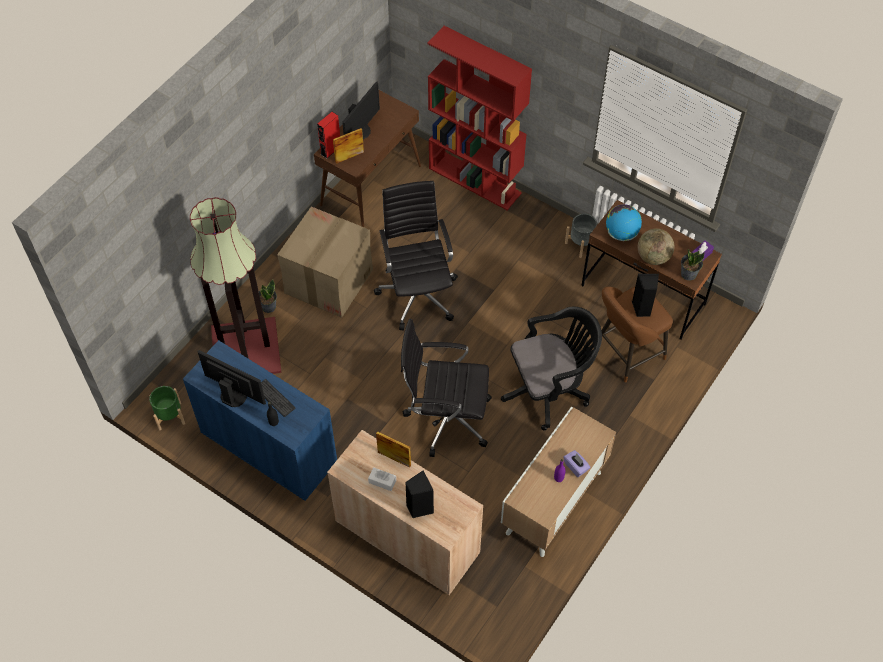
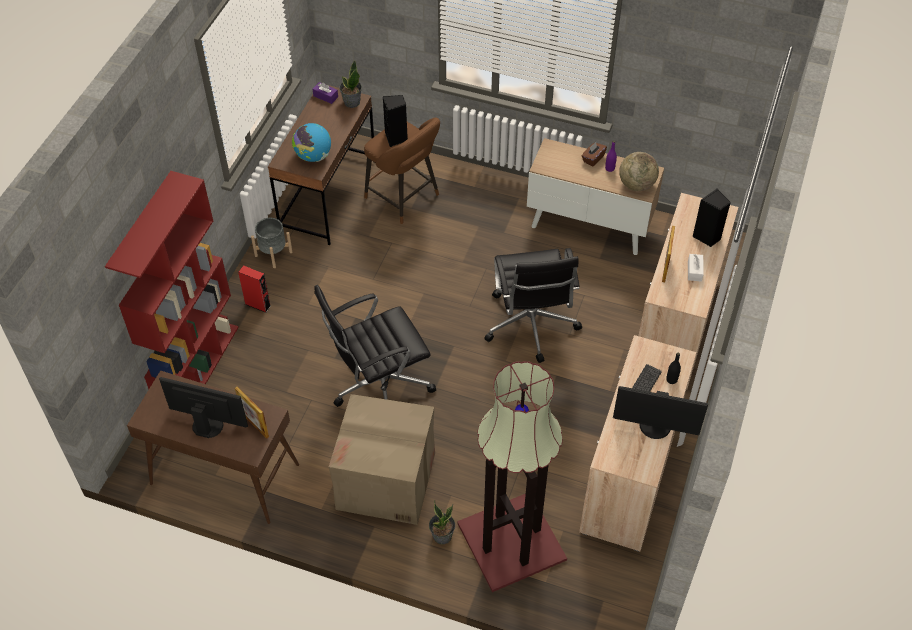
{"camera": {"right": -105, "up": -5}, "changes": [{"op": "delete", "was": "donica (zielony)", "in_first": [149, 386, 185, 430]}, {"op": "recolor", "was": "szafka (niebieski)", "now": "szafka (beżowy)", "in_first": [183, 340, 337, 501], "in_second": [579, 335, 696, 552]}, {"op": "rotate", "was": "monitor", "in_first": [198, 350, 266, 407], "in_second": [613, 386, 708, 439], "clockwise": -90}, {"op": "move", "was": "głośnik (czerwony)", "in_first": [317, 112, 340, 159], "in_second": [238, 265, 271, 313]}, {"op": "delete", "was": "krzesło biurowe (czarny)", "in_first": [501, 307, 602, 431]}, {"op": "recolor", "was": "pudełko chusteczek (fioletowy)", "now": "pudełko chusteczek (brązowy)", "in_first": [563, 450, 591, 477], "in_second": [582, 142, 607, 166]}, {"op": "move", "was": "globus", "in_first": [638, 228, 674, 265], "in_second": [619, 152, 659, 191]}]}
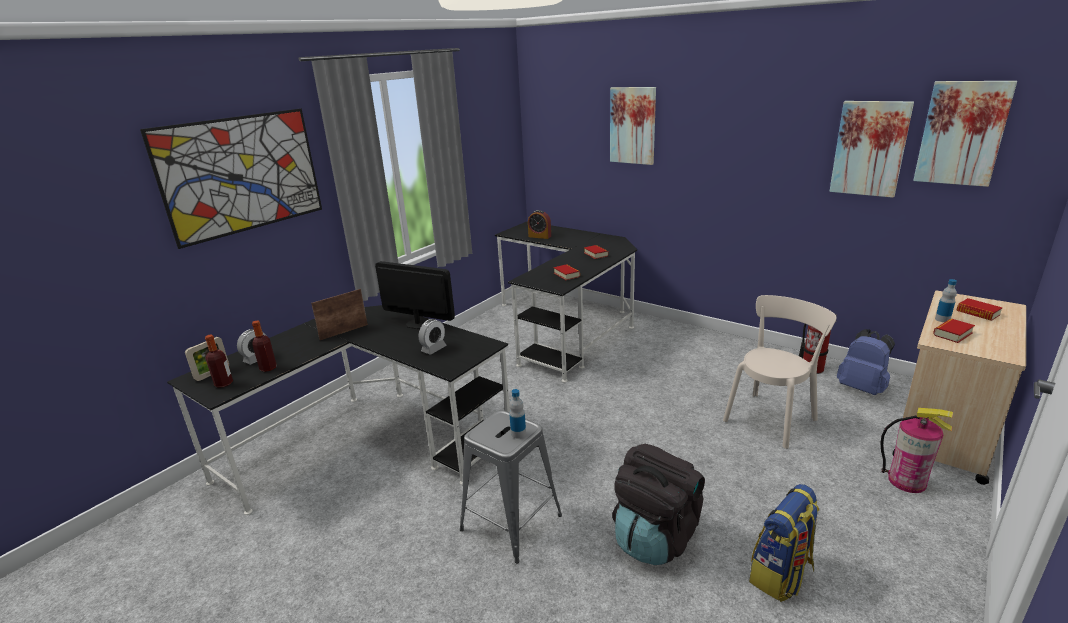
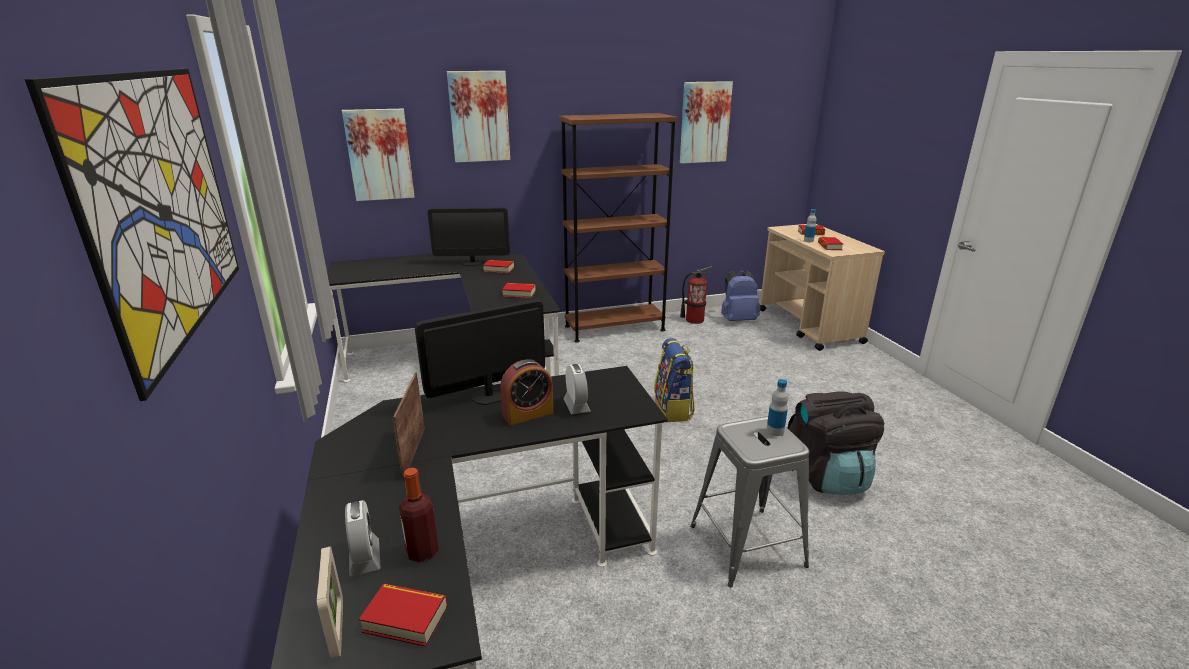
{"camera": {"right": -55, "up": 0}, "changes": [{"op": "replace", "was": "butelka", "now": "książka", "in_first": [205, 335, 233, 388], "in_second": [359, 584, 447, 647]}, {"op": "move", "was": "budzik", "in_first": [528, 210, 551, 239], "in_second": [501, 359, 554, 425]}, {"op": "delete", "was": "krzesło (beżowy)", "in_first": [723, 295, 836, 449]}, {"op": "move", "was": "plecak", "in_first": [749, 484, 820, 602], "in_second": [654, 338, 695, 422]}, {"op": "delete", "was": "gaśnica", "in_first": [880, 408, 953, 493]}, {"op": "move", "was": "obraz", "in_first": [913, 81, 1017, 187], "in_second": [342, 109, 415, 201]}, {"op": "insert", "now": "monitor", "in_second": [428, 207, 510, 266]}, {"op": "insert", "now": "regał (brązowy)", "in_second": [559, 113, 678, 343]}]}
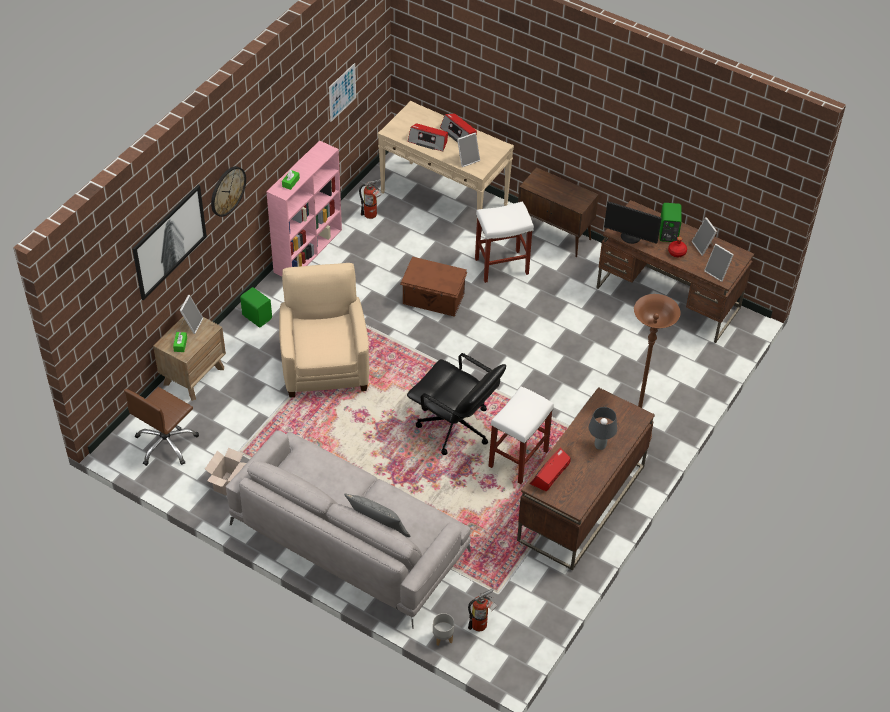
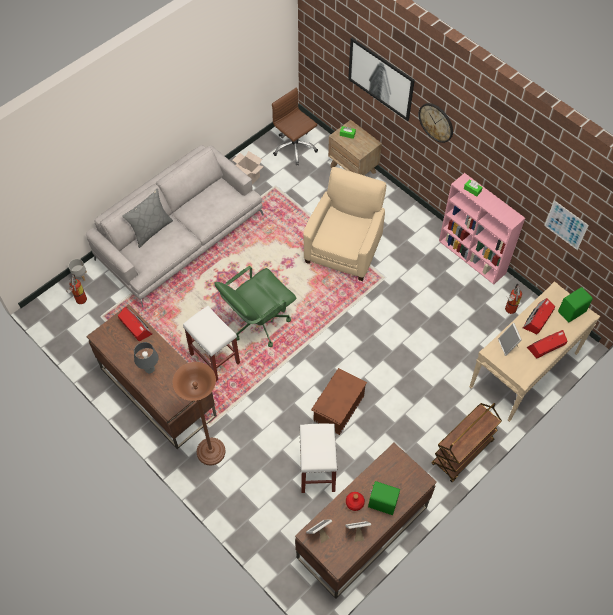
{"camera": {"right": 105, "up": 10}, "changes": [{"op": "delete", "was": "ramka na zdjęcie", "in_first": [180, 295, 204, 334]}, {"op": "move", "was": "głośnik (zielony)", "in_first": [240, 287, 272, 327], "in_second": [558, 287, 593, 322]}, {"op": "rotate", "was": "fotel (beżowy)", "in_first": [279, 263, 369, 398], "in_second": [304, 167, 386, 281], "clockwise": -75}, {"op": "move", "was": "pojemnik do przechowywania (brązowy)", "in_first": [400, 257, 468, 317], "in_second": [311, 368, 367, 435]}, {"op": "recolor", "was": "krzesło biurowe (czarny)", "now": "krzesło biurowe (zielony)", "in_first": [407, 353, 506, 455], "in_second": [214, 266, 296, 347]}, {"op": "move", "was": "stołek (biały)", "in_first": [475, 201, 534, 283], "in_second": [299, 424, 337, 493]}, {"op": "replace", "was": "szafka (brązowy)", "now": "wózek (brązowy)", "in_first": [518, 167, 599, 257], "in_second": [431, 403, 502, 482]}, {"op": "delete", "was": "monitor", "in_first": [604, 201, 662, 244]}]}
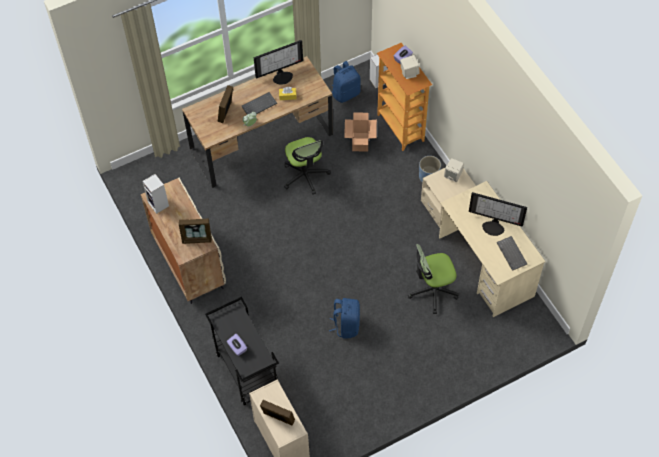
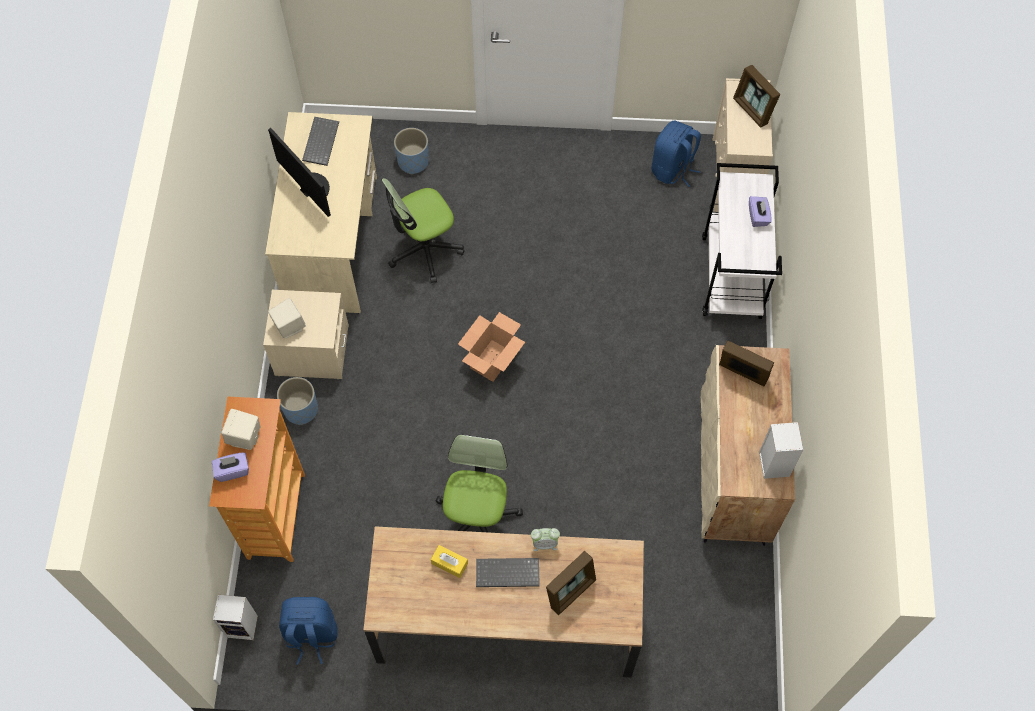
{"camera": {"right": -150, "up": 5}, "changes": [{"op": "recolor", "was": "wózek (czarny)", "now": "wózek (biały)", "in_first": [205, 297, 279, 406], "in_second": [702, 163, 782, 319]}, {"op": "delete", "was": "monitor", "in_first": [254, 40, 303, 85]}, {"op": "move", "was": "plecak (niebieski)", "in_first": [329, 298, 360, 338], "in_second": [652, 120, 701, 187]}, {"op": "move", "was": "karton", "in_first": [344, 112, 377, 152], "in_second": [458, 312, 525, 382]}, {"op": "rotate", "was": "krzesło biurowe", "in_first": [408, 244, 459, 314], "in_second": [382, 178, 464, 283], "clockwise": 135}, {"op": "insert", "now": "donica (niebieski)", "in_second": [394, 128, 429, 174]}]}
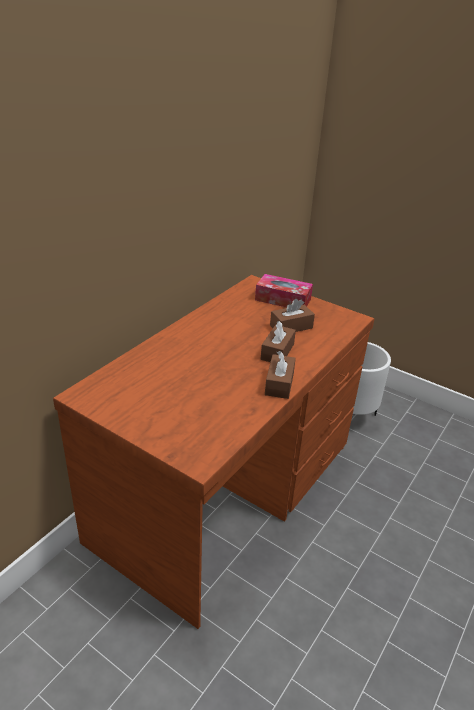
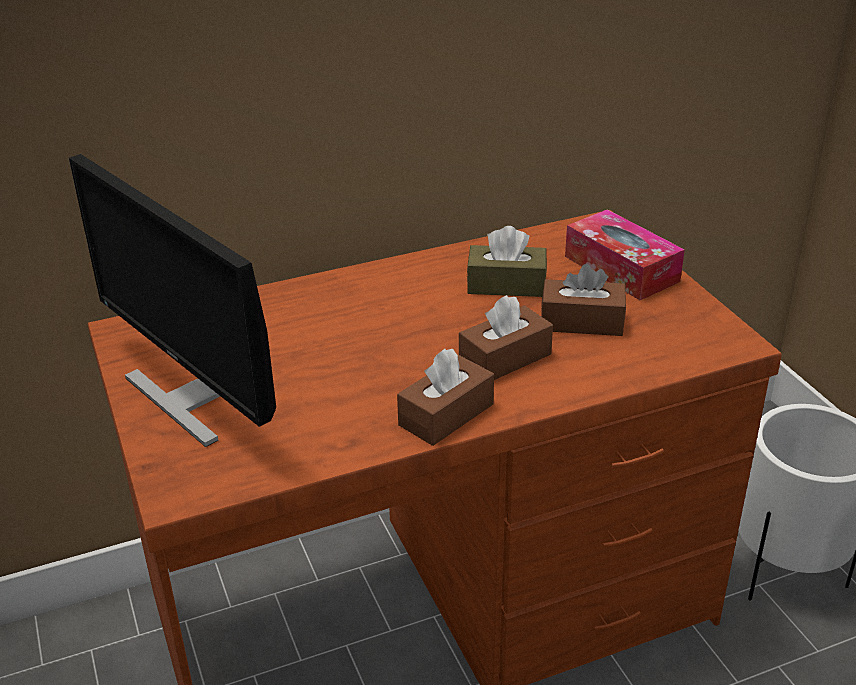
{"camera": {"right": 35, "up": 0}, "changes": [{"op": "insert", "now": "monitor", "in_second": [69, 154, 276, 447]}, {"op": "insert", "now": "pudełko chusteczek (brązowy)", "in_second": [467, 226, 547, 297]}]}
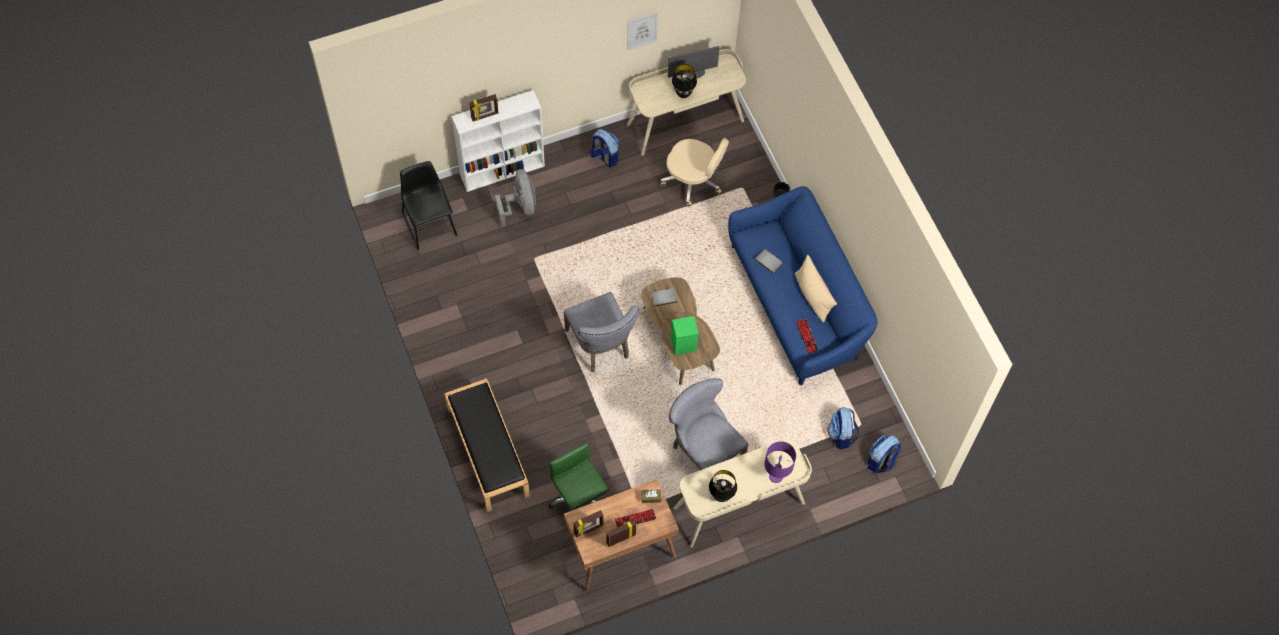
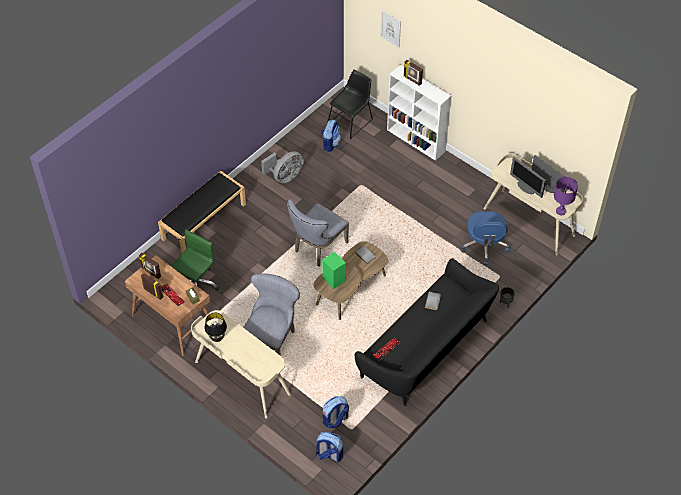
{"camera": {"right": 65, "up": -10}, "changes": [{"op": "move", "was": "wentylator (szary)", "in_first": [495, 169, 536, 227], "in_second": [261, 151, 304, 183]}, {"op": "move", "was": "plecak", "in_first": [589, 129, 619, 168], "in_second": [321, 119, 341, 152]}, {"op": "move", "was": "obraz", "in_first": [627, 12, 658, 50], "in_second": [380, 10, 401, 47]}, {"op": "recolor", "was": "krzesło biurowe (beżowy)", "now": "krzesło biurowe (niebieski)", "in_first": [661, 138, 729, 206], "in_second": [461, 211, 509, 265]}, {"op": "replace", "was": "lampa stołowa (czarny)", "now": "monitor", "in_first": [672, 64, 697, 98], "in_second": [510, 157, 546, 198]}, {"op": "recolor", "was": "kanapa (niebieski)", "now": "kanapa (czarny)", "in_first": [728, 186, 877, 385], "in_second": [355, 258, 499, 406]}, {"op": "move", "was": "lampa stołowa (fioletowy)", "in_first": [764, 441, 796, 483], "in_second": [554, 177, 578, 215]}, {"op": "delete", "was": "poduszka (beżowy)", "in_first": [795, 255, 837, 323]}]}
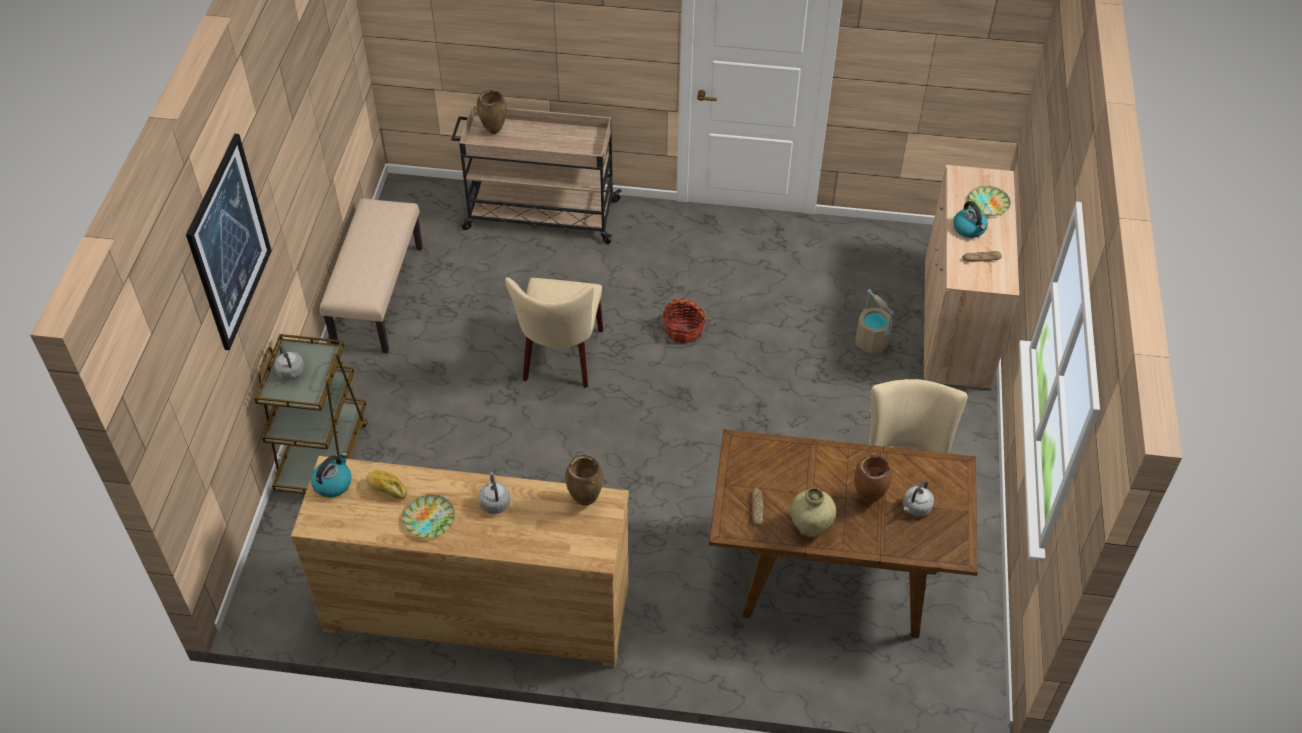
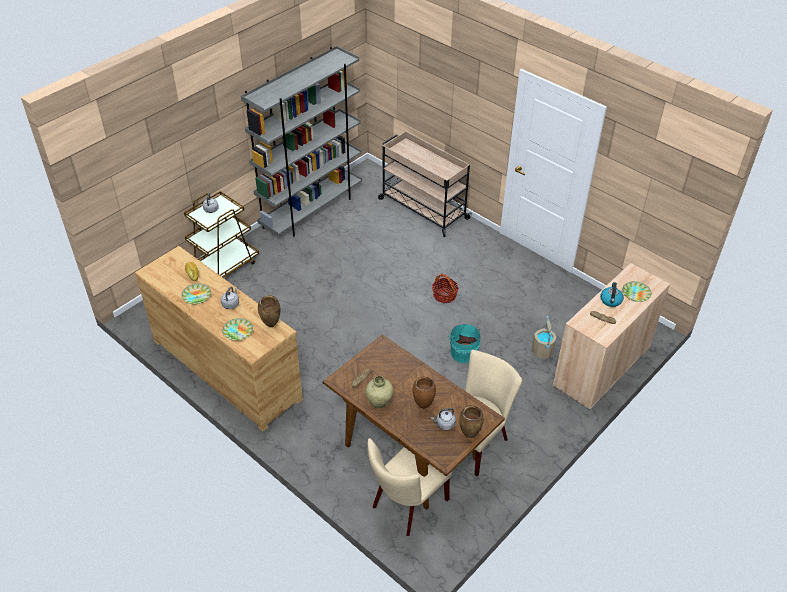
{"camera": {"right": 35, "up": -5}, "changes": [{"op": "delete", "was": "obraz", "in_first": [186, 134, 272, 350]}, {"op": "delete", "was": "czajnik", "in_first": [311, 453, 352, 497]}, {"op": "replace", "was": "ławka (beżowy)", "now": "regał (szary)", "in_first": [320, 198, 423, 353], "in_second": [241, 46, 362, 237]}, {"op": "move", "was": "wazon (brązowy)", "in_first": [477, 90, 506, 134], "in_second": [459, 405, 484, 438]}, {"op": "move", "was": "krzesło (beżowy)", "in_first": [505, 277, 603, 388], "in_second": [368, 438, 452, 536]}, {"op": "insert", "now": "talerz", "in_second": [222, 318, 253, 341]}, {"op": "insert", "now": "wiadro (turkusowy)", "in_second": [448, 324, 481, 363]}]}
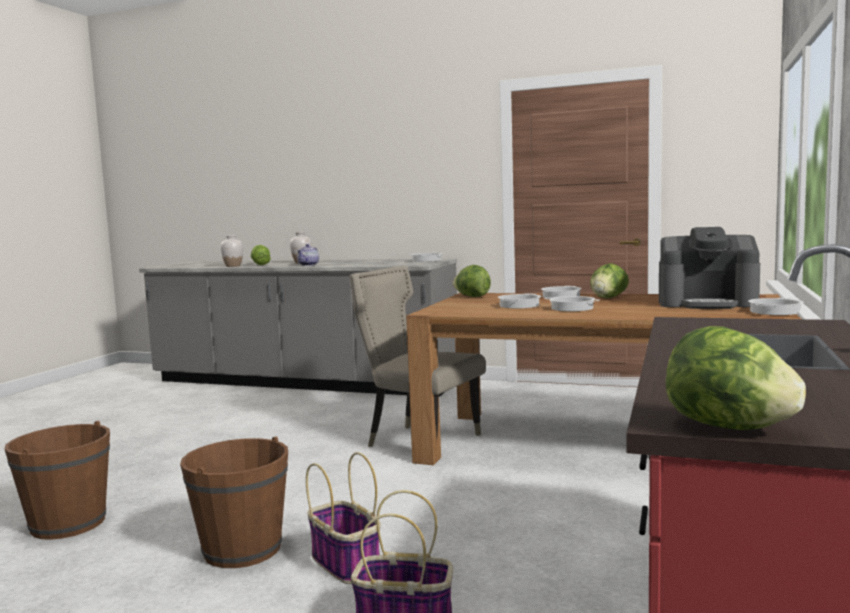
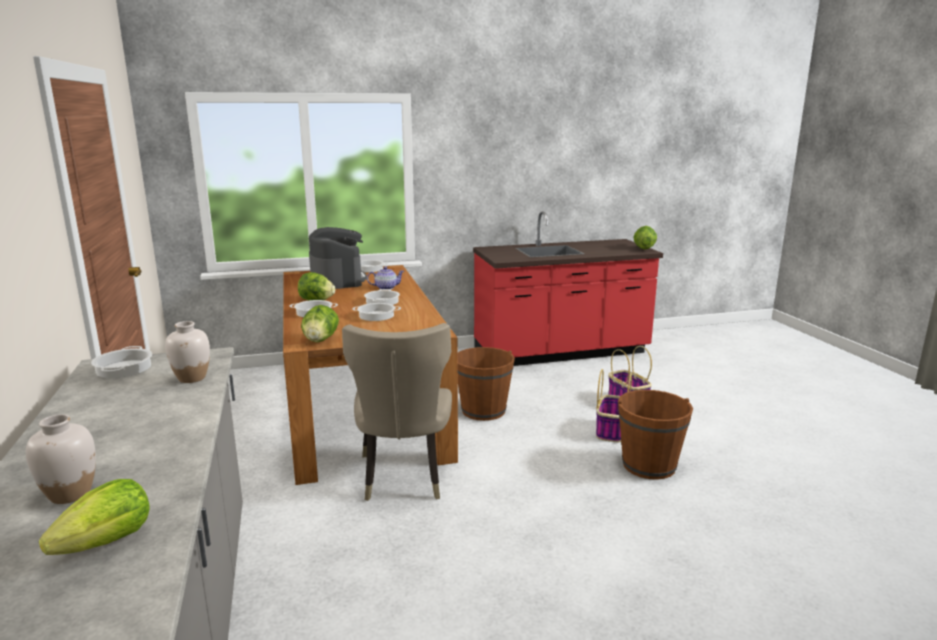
{"camera": {"right": -125, "up": 10}, "changes": [{"op": "move", "was": "wiadro (brązowy)", "in_first": [4, 421, 110, 540], "in_second": [458, 347, 515, 421]}, {"op": "move", "was": "wazon (biały)", "in_first": [221, 235, 243, 267], "in_second": [165, 321, 210, 383]}, {"op": "move", "was": "imbryk", "in_first": [297, 244, 319, 266], "in_second": [367, 267, 404, 290]}]}
